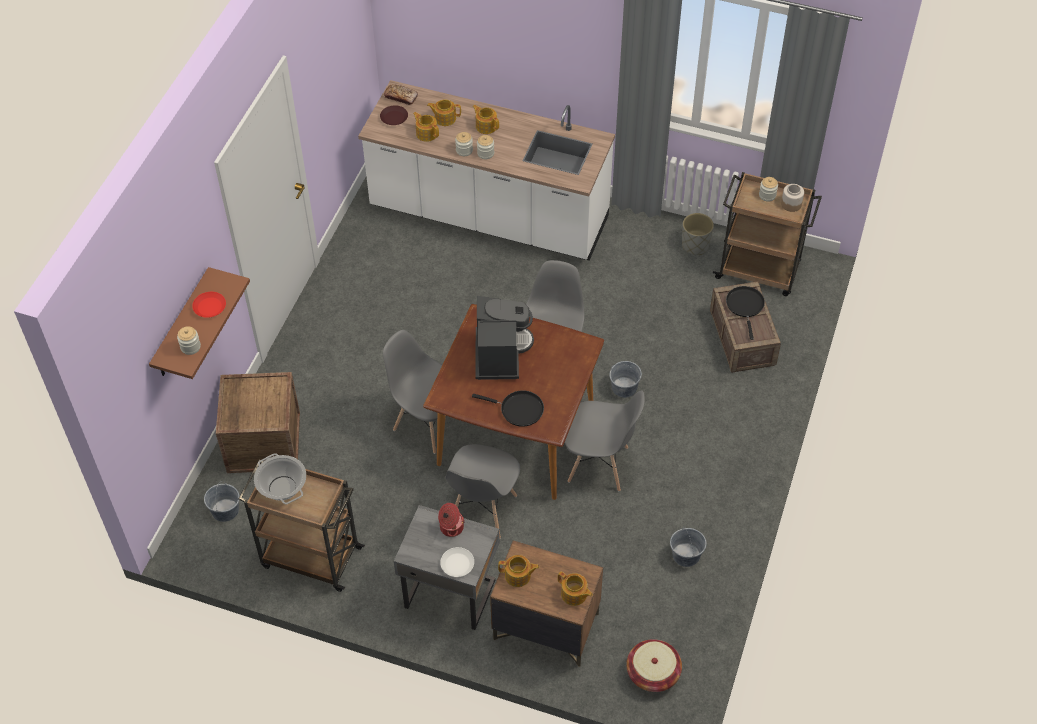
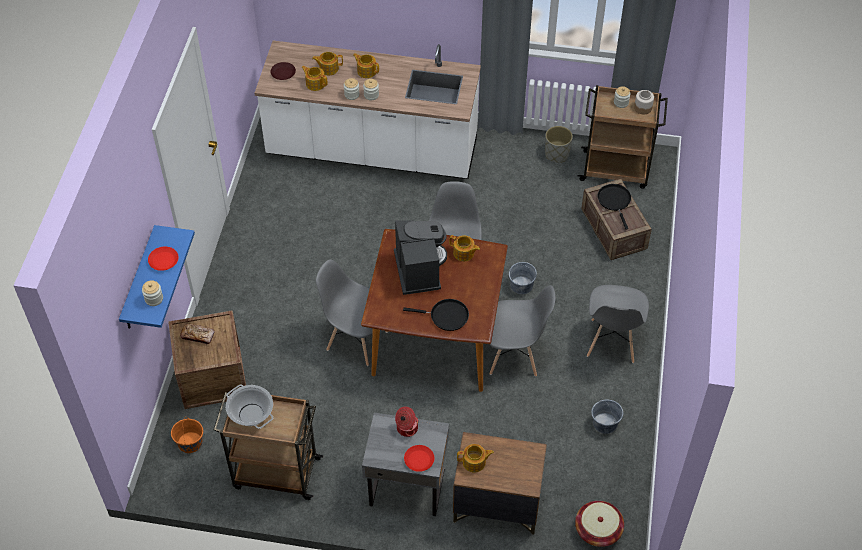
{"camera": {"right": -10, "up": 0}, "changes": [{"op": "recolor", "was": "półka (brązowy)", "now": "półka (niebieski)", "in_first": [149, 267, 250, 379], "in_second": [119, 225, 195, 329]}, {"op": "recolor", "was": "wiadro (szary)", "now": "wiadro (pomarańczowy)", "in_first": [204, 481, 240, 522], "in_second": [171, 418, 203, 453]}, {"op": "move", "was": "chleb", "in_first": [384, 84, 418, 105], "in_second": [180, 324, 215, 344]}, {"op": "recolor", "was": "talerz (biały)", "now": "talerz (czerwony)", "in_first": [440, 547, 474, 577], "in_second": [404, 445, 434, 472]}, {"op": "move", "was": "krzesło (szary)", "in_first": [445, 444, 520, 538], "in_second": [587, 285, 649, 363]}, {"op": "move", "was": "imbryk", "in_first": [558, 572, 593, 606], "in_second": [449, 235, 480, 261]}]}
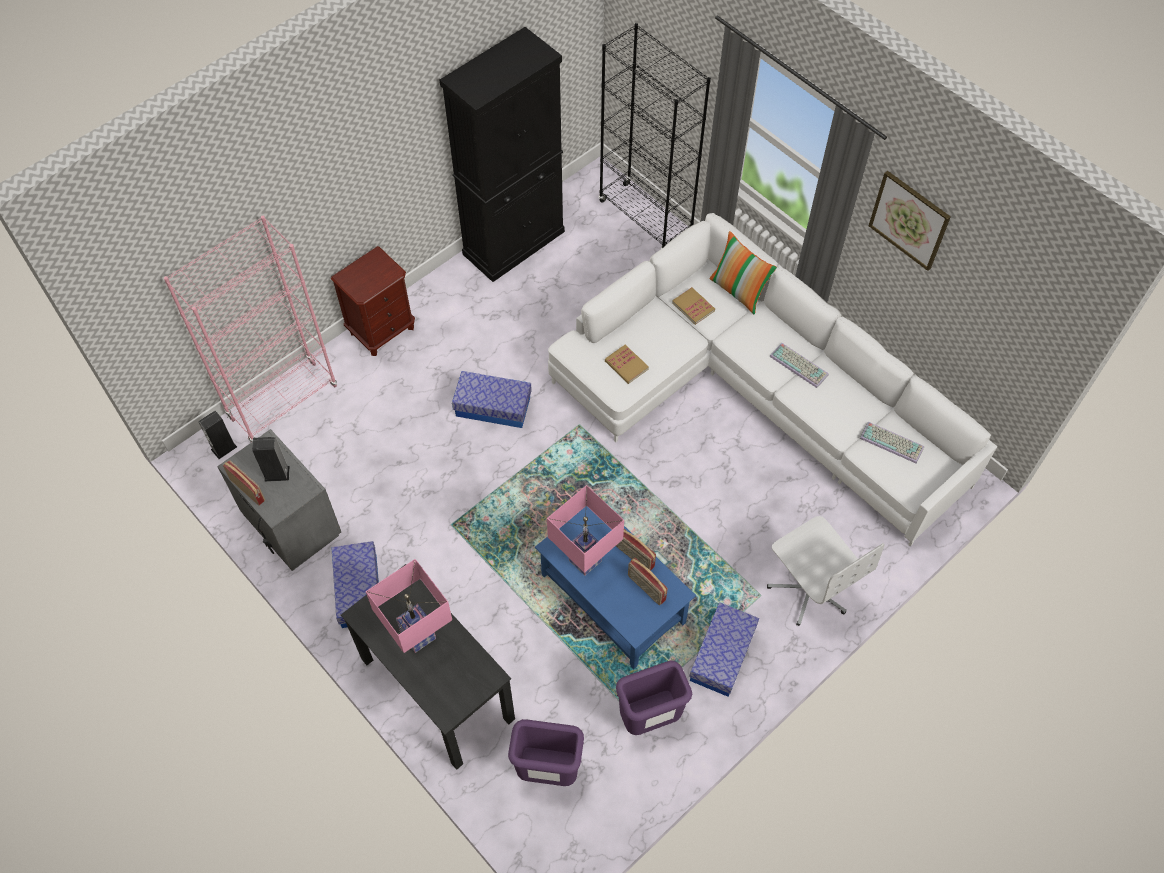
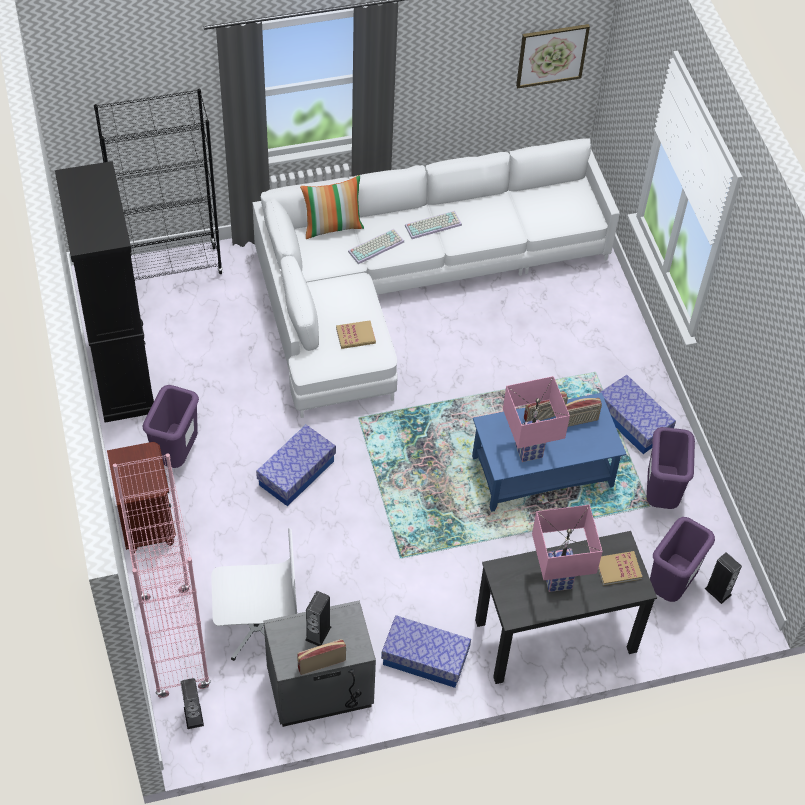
{"camera": {"right": -65, "up": -5}, "changes": [{"op": "move", "was": "książka", "in_first": [672, 287, 715, 325], "in_second": [598, 551, 642, 586]}, {"op": "move", "was": "krzesło biurowe (biały)", "in_first": [767, 516, 885, 626], "in_second": [211, 528, 297, 661]}, {"op": "move", "was": "klawiatura", "in_first": [860, 422, 924, 464], "in_second": [348, 229, 404, 264]}, {"op": "move", "was": "obraz", "in_first": [869, 171, 951, 271], "in_second": [516, 24, 590, 88]}, {"op": "insert", "now": "kosz na śmieci (fioletowy)", "in_second": [142, 385, 199, 468]}, {"op": "insert", "now": "głośnik", "in_second": [704, 552, 742, 604]}]}
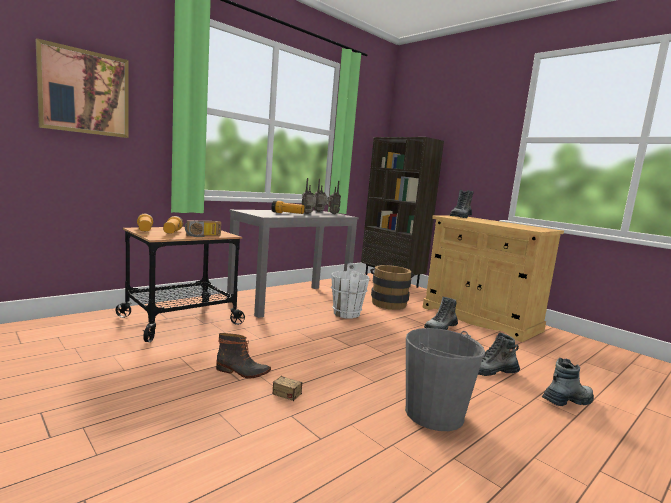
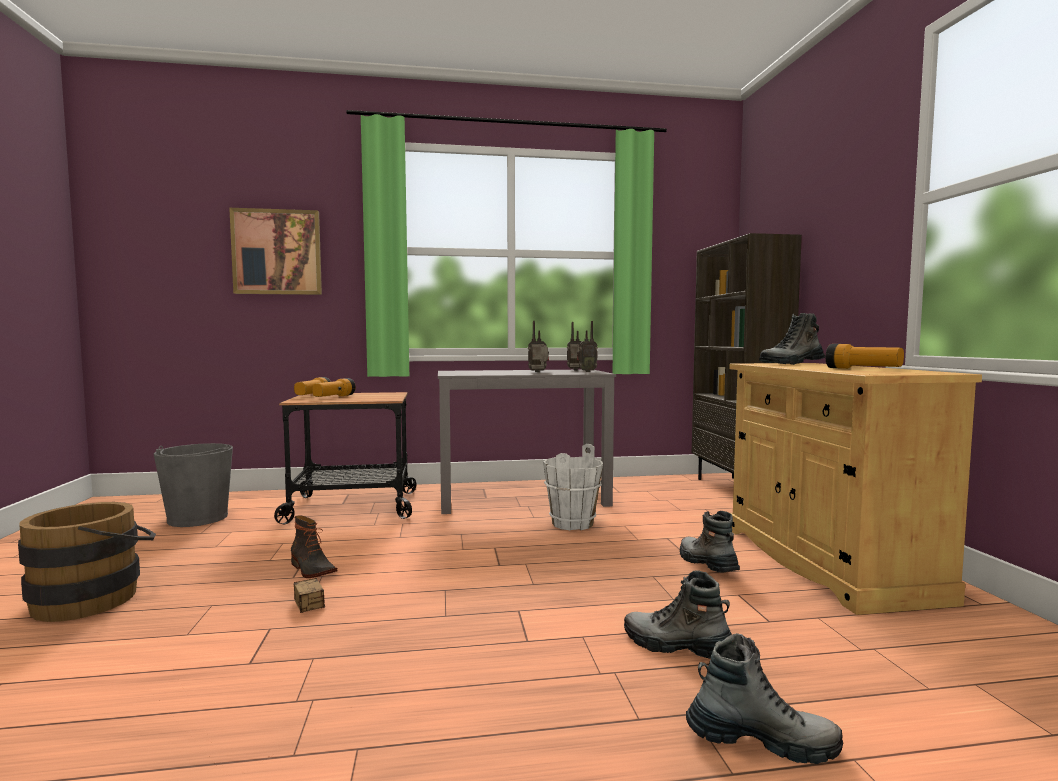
{"camera": {"right": 35, "up": -5}, "changes": [{"op": "delete", "was": "radio", "in_first": [185, 220, 221, 237]}, {"op": "move", "was": "latarka", "in_first": [271, 200, 305, 214], "in_second": [826, 344, 904, 369]}, {"op": "move", "was": "wiadro (brązowy)", "in_first": [370, 265, 415, 310], "in_second": [18, 502, 156, 622]}, {"op": "move", "was": "wiadro (szary)", "in_first": [405, 328, 485, 431], "in_second": [154, 443, 233, 527]}, {"op": "rotate", "was": "but z cholewką", "in_first": [424, 296, 458, 330], "in_second": [680, 511, 740, 572], "clockwise": 75}]}
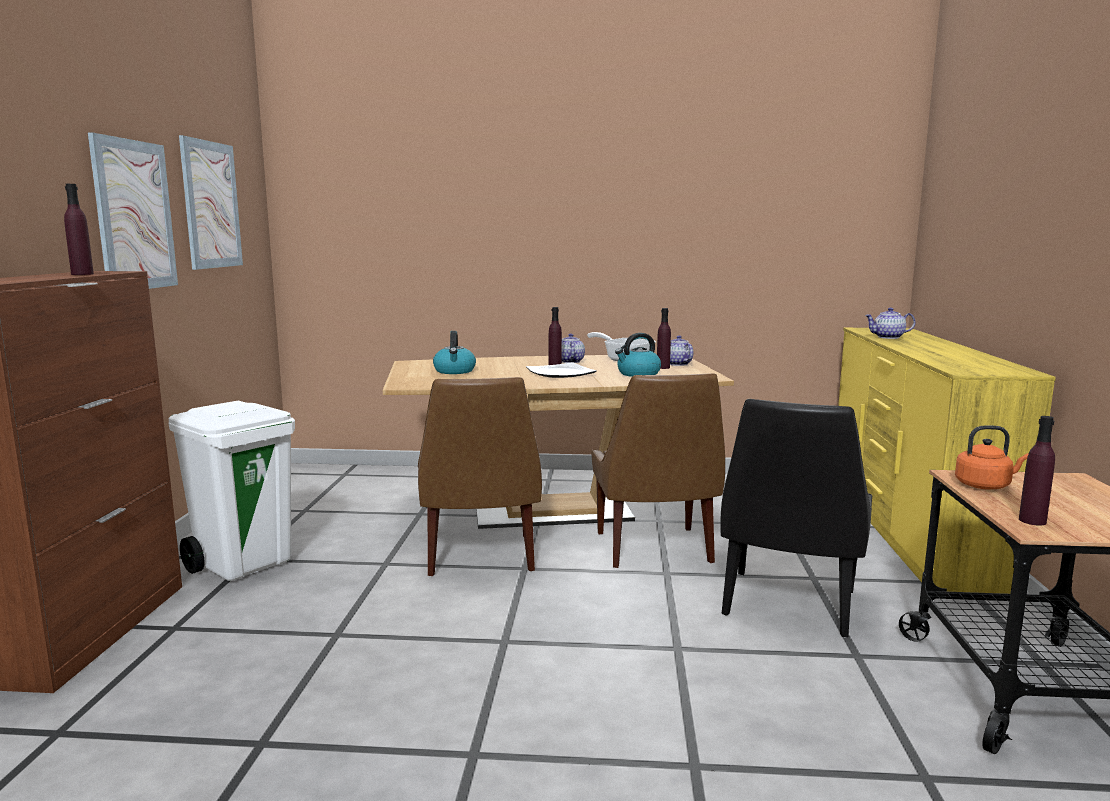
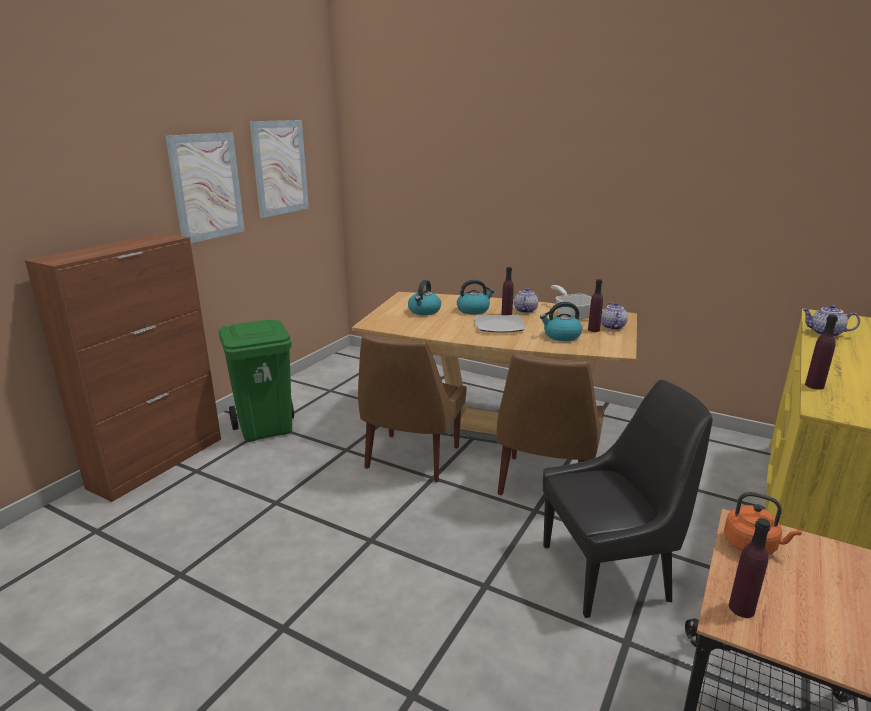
{"camera": {"right": 25, "up": 10}, "changes": [{"op": "move", "was": "butelka (fioletowy)", "in_first": [64, 184, 94, 275], "in_second": [805, 314, 838, 390]}, {"op": "recolor", "was": "kosz na śmieci (biały)", "now": "kosz na śmieci (zielony)", "in_first": [168, 401, 295, 581], "in_second": [219, 320, 294, 442]}, {"op": "rotate", "was": "krzesło (czarny)", "in_first": [720, 399, 872, 637], "in_second": [543, 379, 713, 618], "clockwise": -150}, {"op": "insert", "now": "czajnik", "in_second": [457, 280, 494, 315]}]}
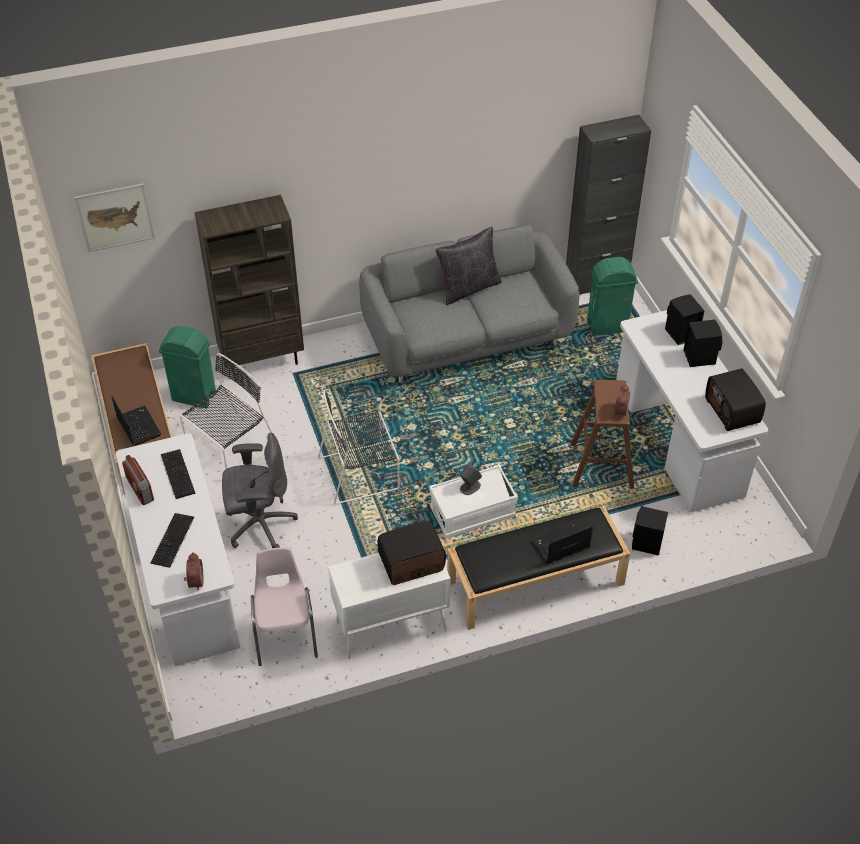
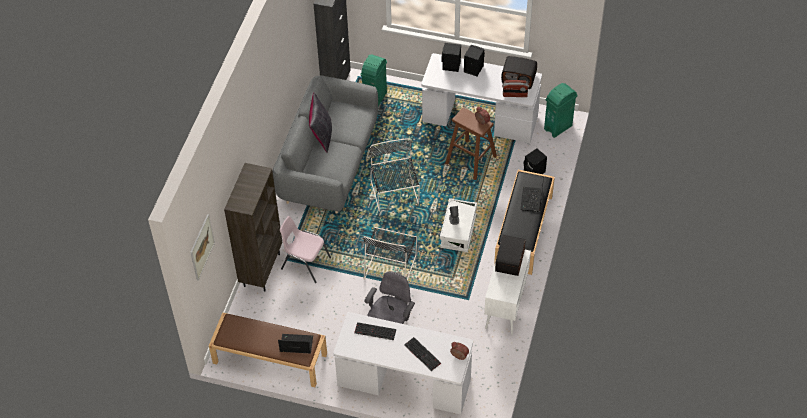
{"camera": {"right": -55, "up": 5}, "changes": [{"op": "move", "was": "radio", "in_first": [122, 455, 154, 505], "in_second": [502, 80, 529, 97]}, {"op": "move", "was": "kosz na śmieci (zielony)", "in_first": [159, 326, 216, 408], "in_second": [544, 83, 577, 138]}, {"op": "move", "was": "krzesło (czarny)", "in_first": [180, 353, 273, 469], "in_second": [370, 138, 420, 212]}, {"op": "move", "was": "krzesło (różowy)", "in_first": [251, 547, 318, 666], "in_second": [280, 216, 331, 283]}]}
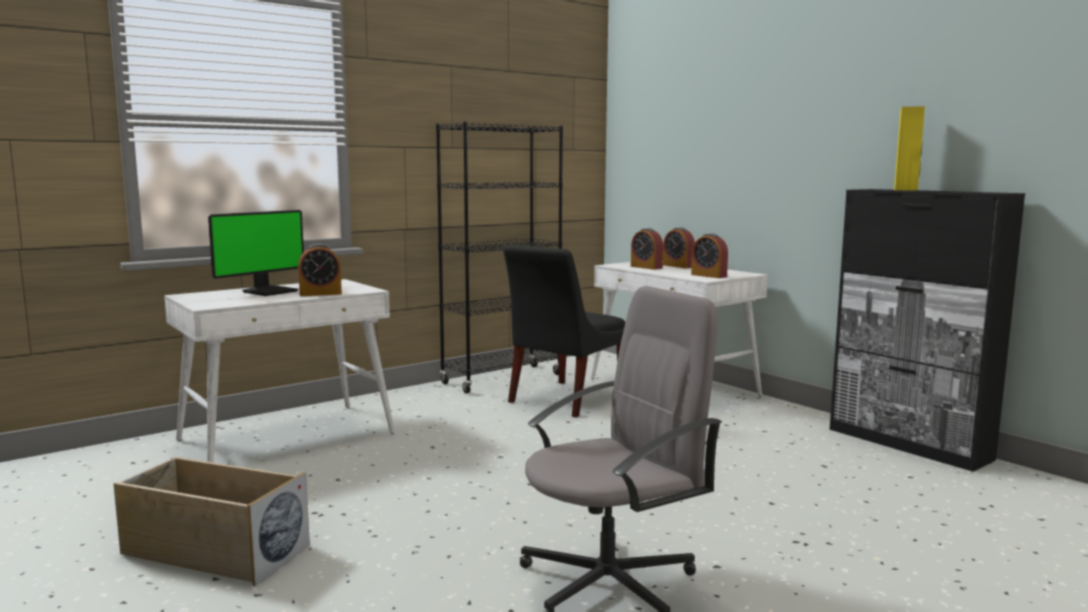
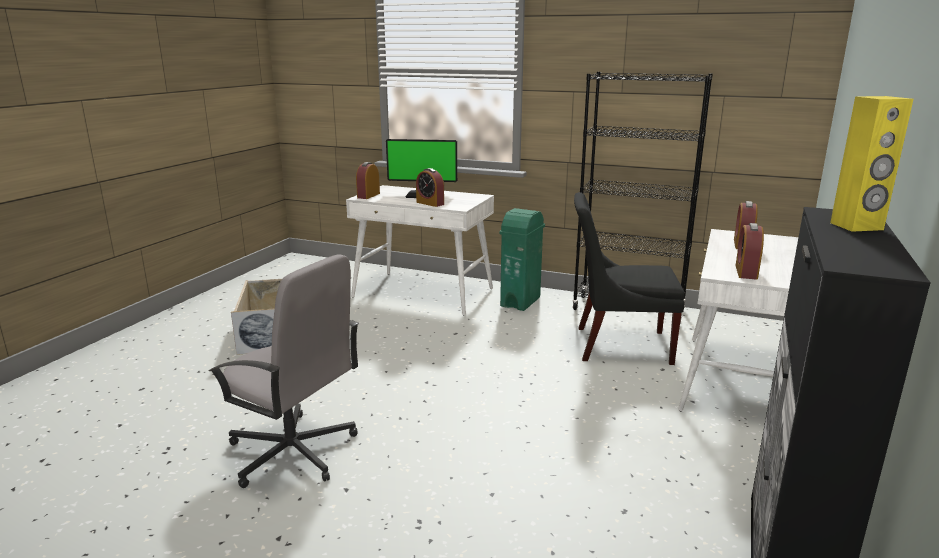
{"camera": {"right": 60, "up": 10}, "changes": [{"op": "move", "was": "budzik", "in_first": [663, 227, 695, 268], "in_second": [356, 162, 380, 199]}, {"op": "insert", "now": "kosz na śmieci (zielony)", "in_second": [499, 208, 545, 311]}]}
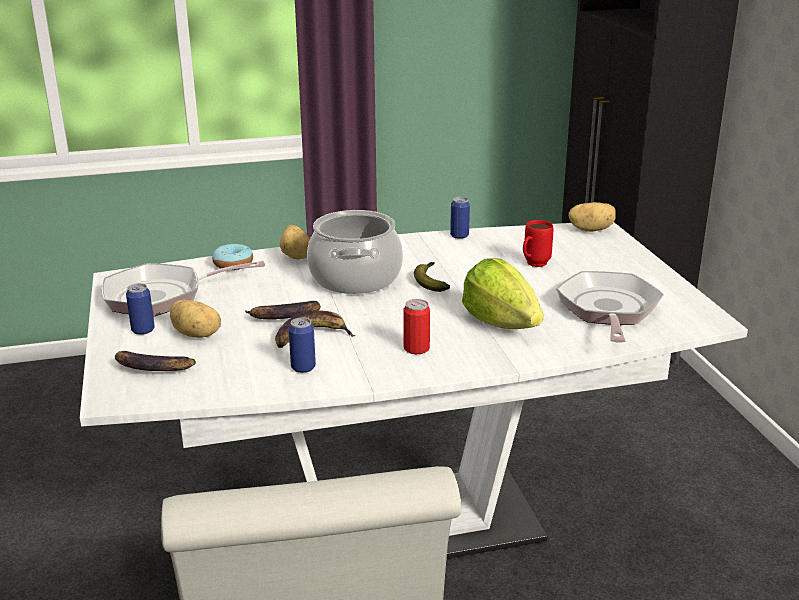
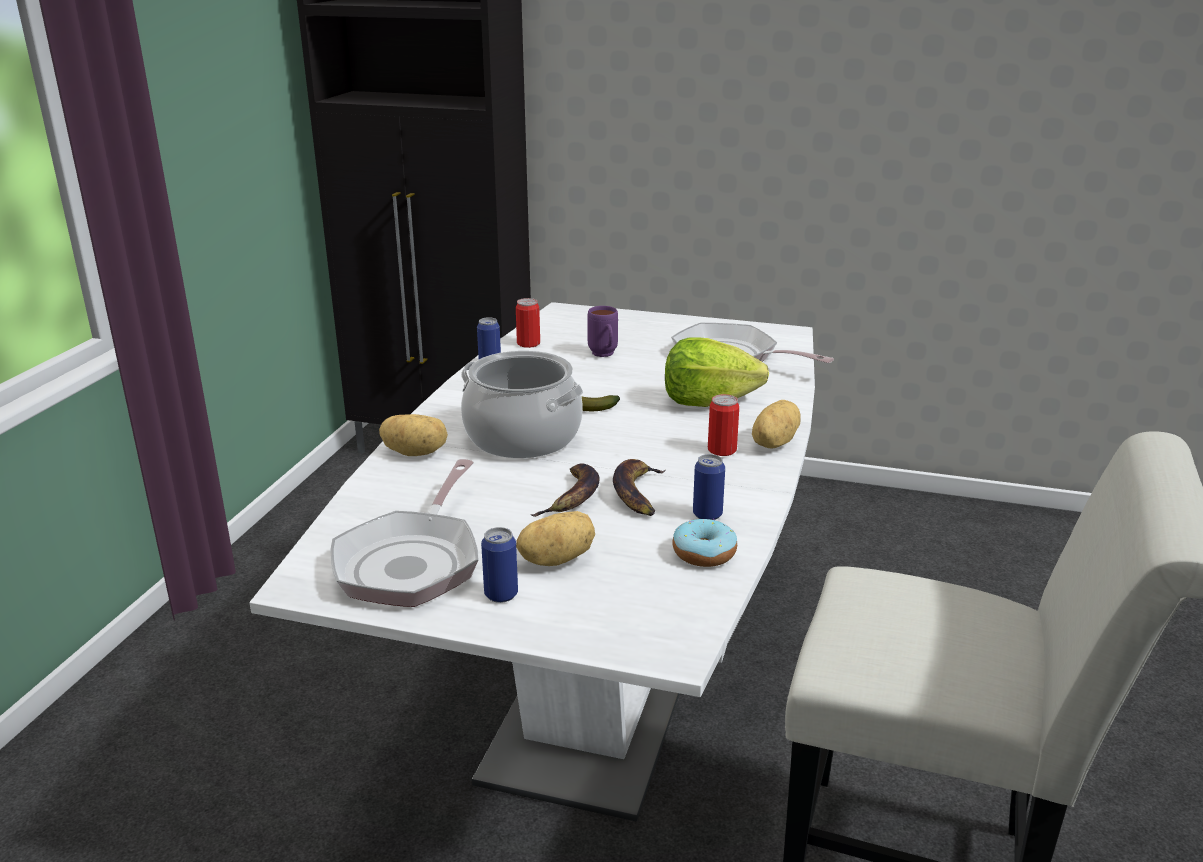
{"camera": {"right": -60, "up": 0}, "changes": [{"op": "delete", "was": "banan", "in_first": [115, 351, 196, 371]}, {"op": "move", "was": "donut", "in_first": [212, 244, 253, 270], "in_second": [673, 518, 737, 567]}, {"op": "recolor", "was": "kubek (czerwony)", "now": "kubek (fioletowy)", "in_first": [523, 220, 553, 267], "in_second": [587, 306, 618, 357]}, {"op": "move", "was": "ziemniak", "in_first": [568, 202, 616, 232], "in_second": [752, 400, 801, 448]}, {"op": "insert", "now": "puszka", "in_second": [516, 298, 540, 348]}]}
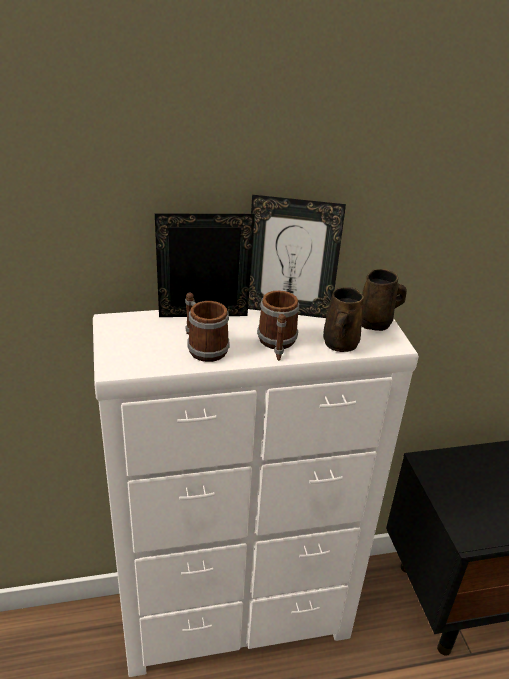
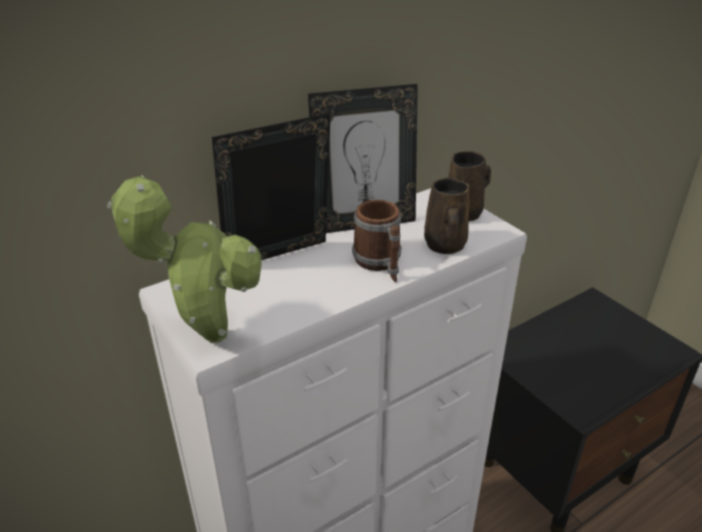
{"camera": {"right": -20, "up": 0}, "changes": [{"op": "delete", "was": "kubek", "in_first": [185, 293, 230, 362]}, {"op": "insert", "now": "roślina doniczkowa", "in_second": [107, 176, 262, 343]}]}
